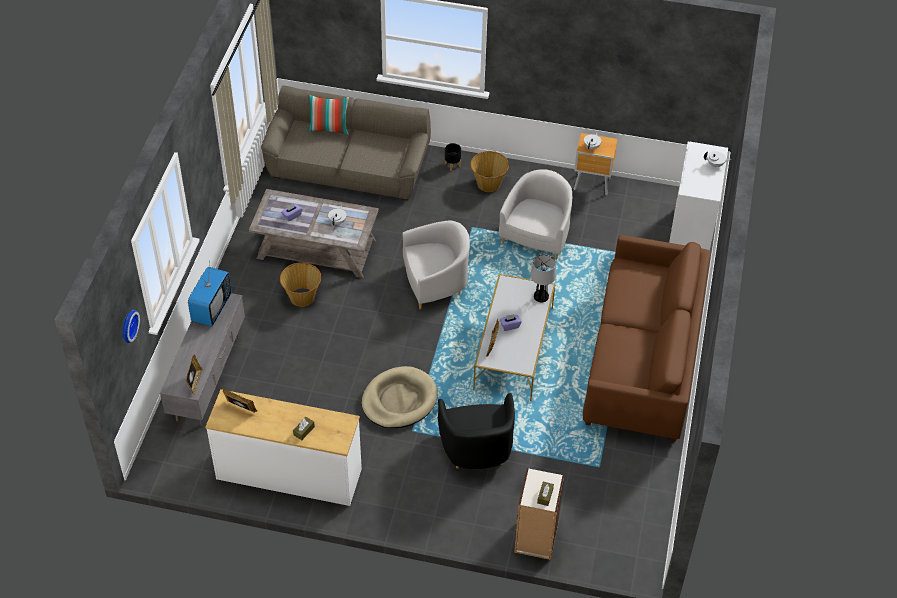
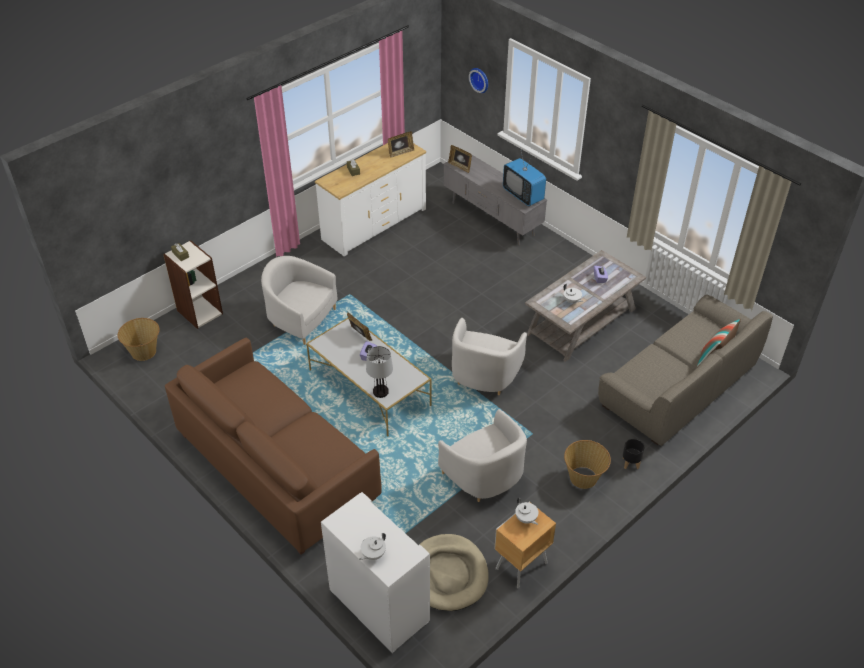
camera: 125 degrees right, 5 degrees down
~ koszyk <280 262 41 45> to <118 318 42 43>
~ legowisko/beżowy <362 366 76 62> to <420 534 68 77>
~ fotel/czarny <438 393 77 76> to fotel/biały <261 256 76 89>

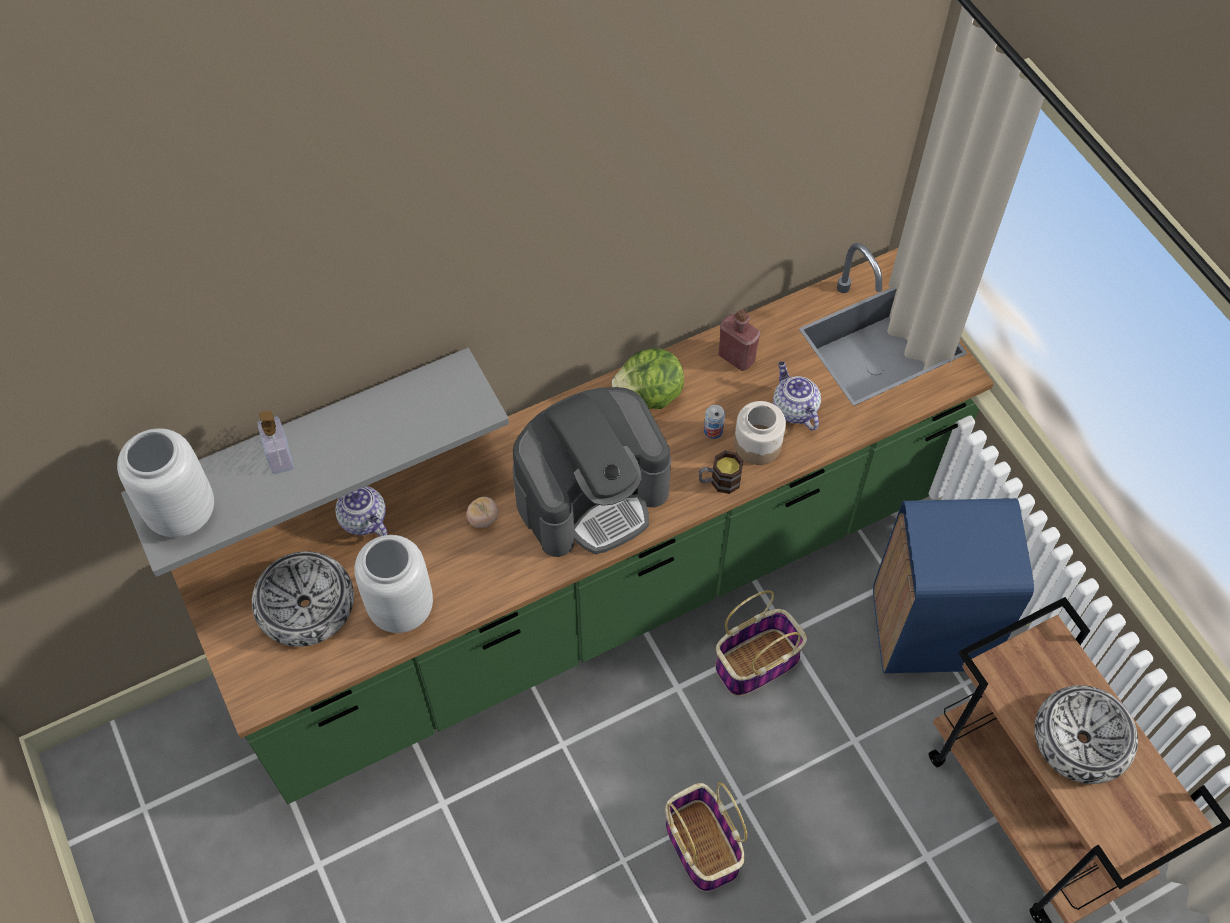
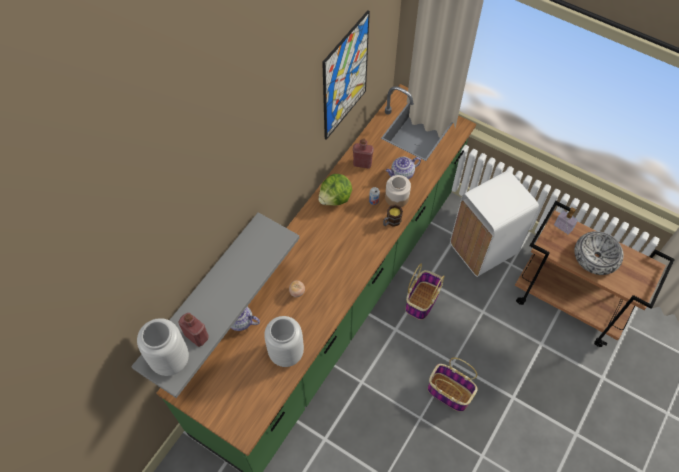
camera: 30 degrees left, 0 degrees up
- miska <252 551 102 96>
- ekspres do kawy <513 387 158 170>
+ butelka/czerwony <179 313 30 34>
+ obraz <322 10 48 130>
~ dozownik mydła <257 411 37 63> to <554 207 24 28>
~ kosz na śmieci/niebieski <873 498 161 175> to kosz na śmieci/biały <450 170 89 107>
~ imbryk <773 361 48 70> = <386 157 35 23> 60 degrees counterclockwise

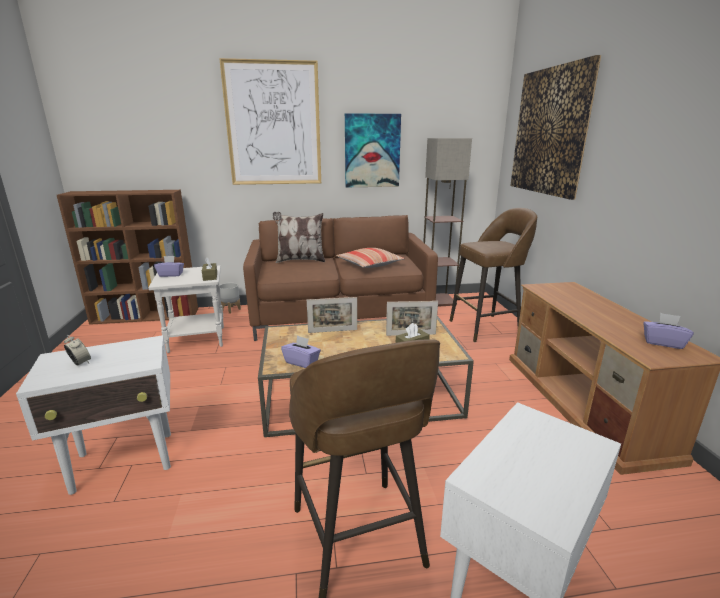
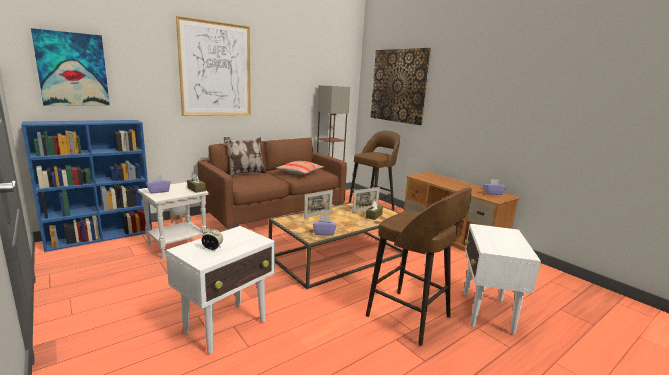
camera: 30 degrees left, 5 degrees down
~ obraz <345 113 56 74> to <31 28 79 78>
~ regał/brązowy <57 190 141 135> to regał/niebieski <21 120 131 132>

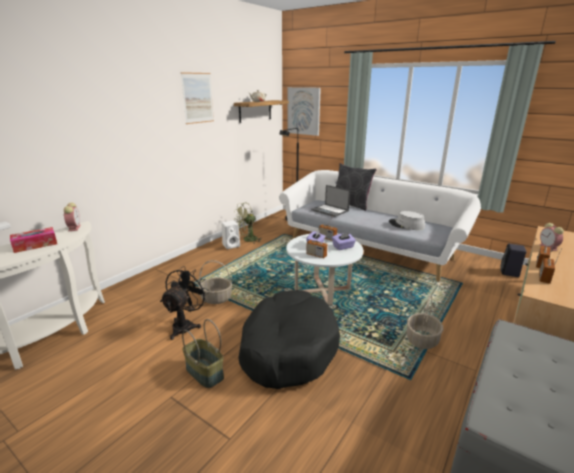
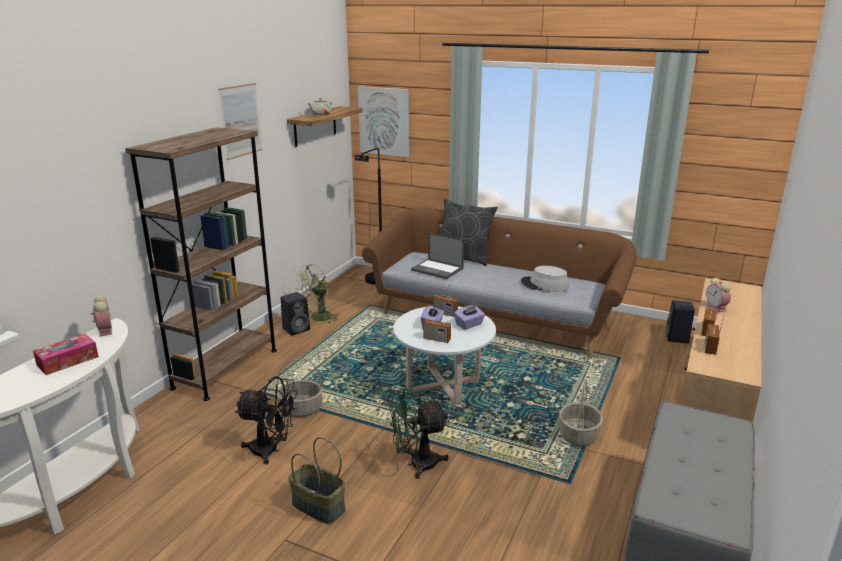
camera: 10 degrees left, 0 degrees up
+ regał/brązowy <125 127 152 274>
~ legowisko/czarny <238 290 102 99> to wentylator/zielony <389 388 60 91>
~ głośnik/biały <221 220 19 29> to głośnik/czarny <281 292 29 43>
~ kanapa/biały <279 170 202 111> to kanapa/brązowy <362 207 275 151>
~ wentylator/czarny <160 266 50 74> = <235 376 63 88> 90 degrees clockwise

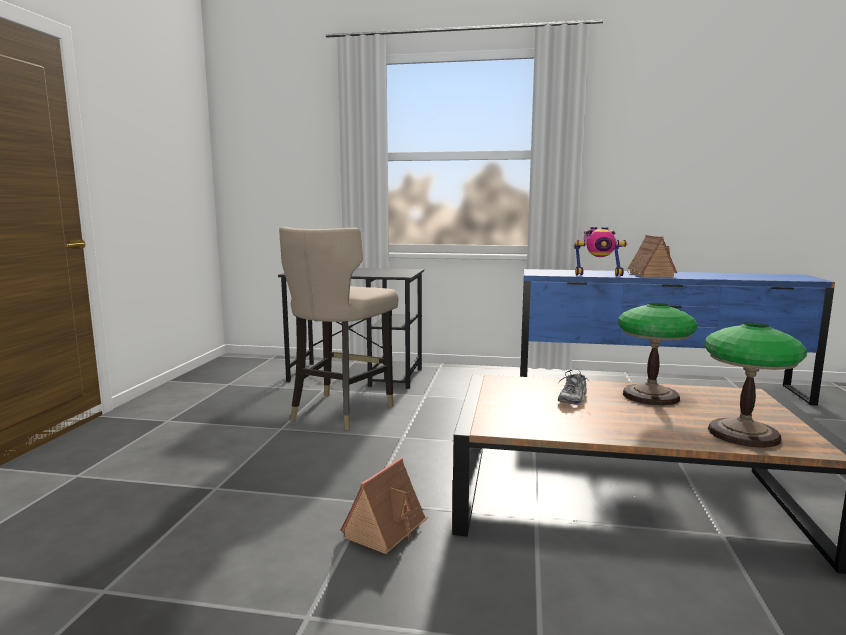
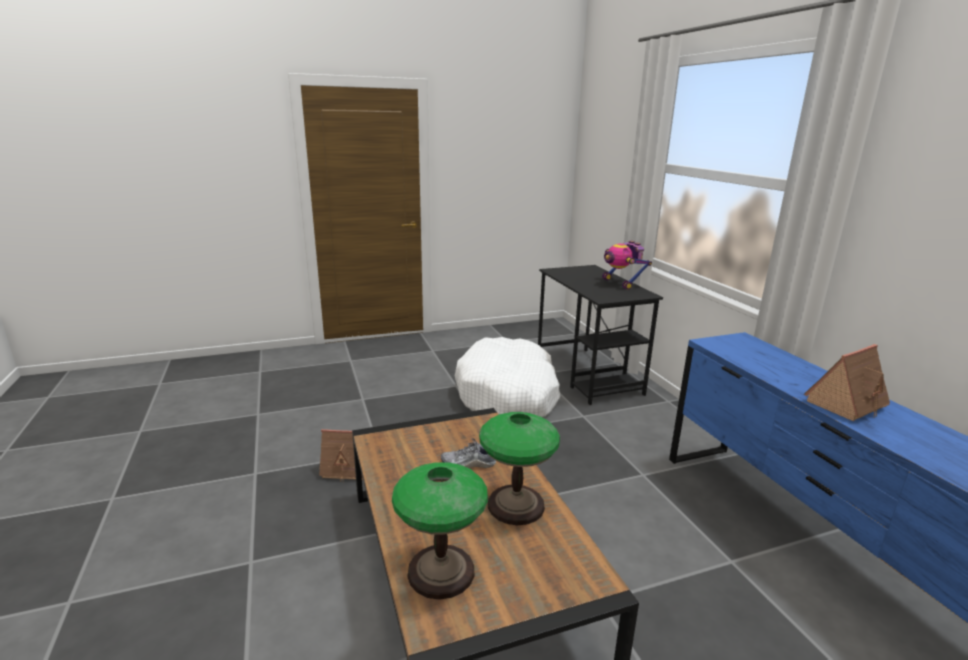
camera: 60 degrees right, 10 degrees up
~ robot zabawkowy <574 227 53 49> to <602 241 50 49>
~ stołek/beżowy <279 226 119 204> to legowisko/biały <455 337 105 80>

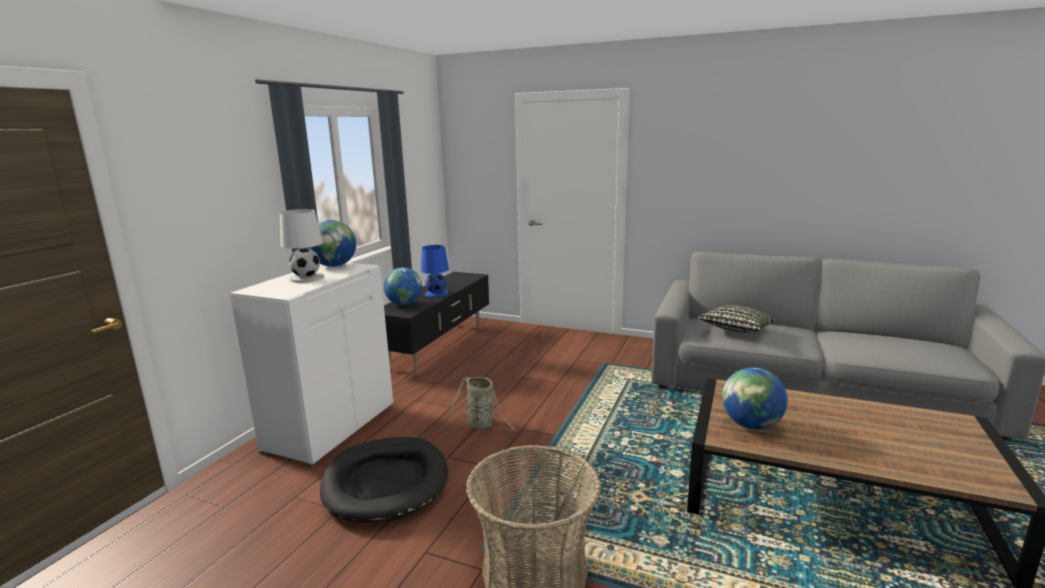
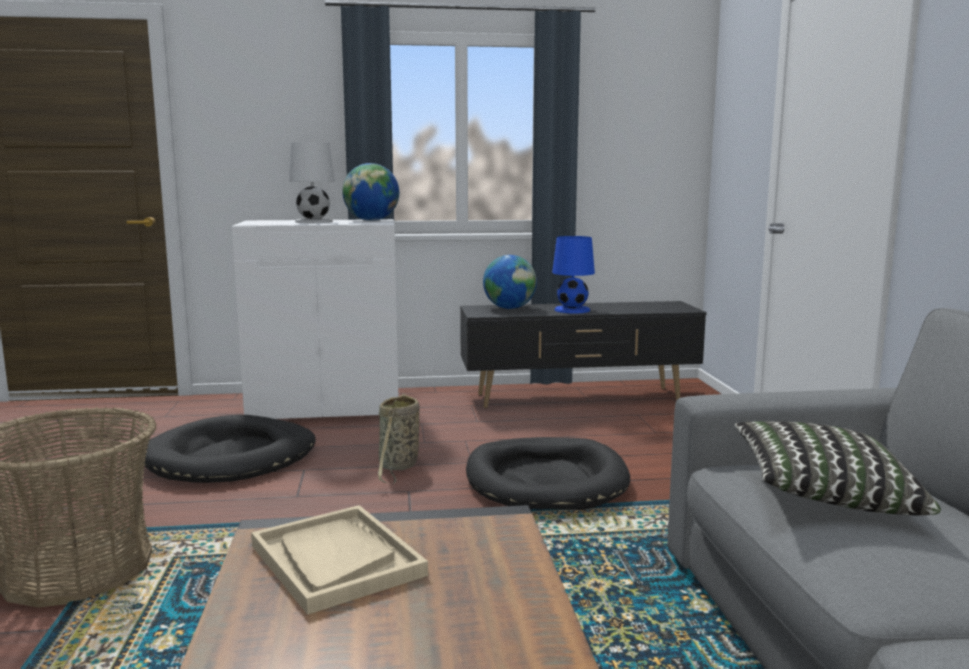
camera: 60 degrees right, 5 degrees down
+ legowisko/czarny <466 437 164 73>
~ globus <722 368 66 62> to taca/beżowy <251 505 177 110>

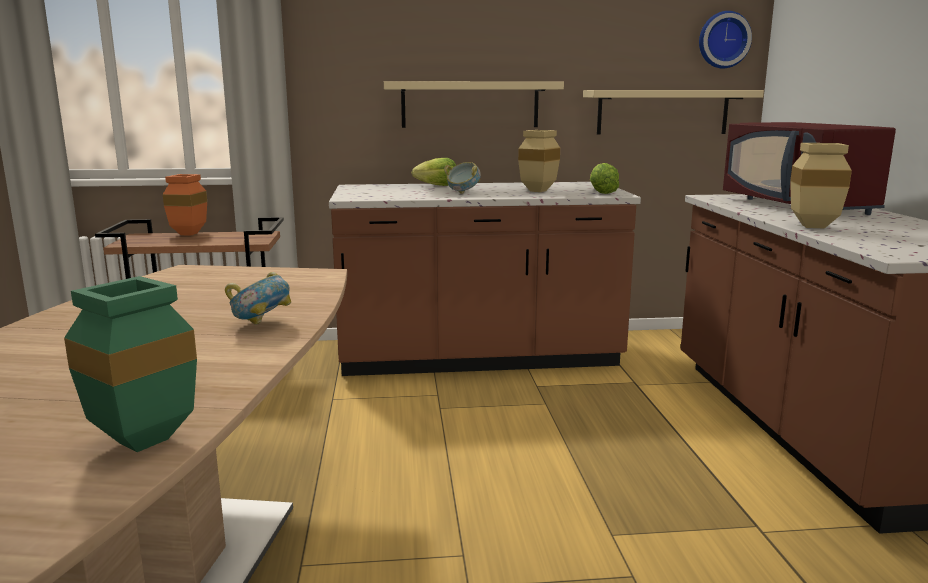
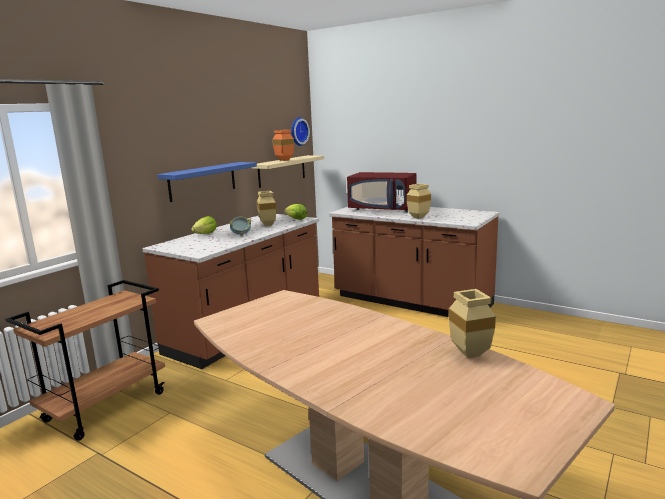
camera: 50 degrees left, 0 degrees up
- miska <225 272 66 53>
~ wazon/pomarańczowy <163 174 44 62> to <272 130 22 31>
~ wazon/zielony <64 276 133 176> to wazon/beżowy <449 289 47 69>
~ półka/beżowy <384 81 180 47> to półka/niebieski <157 162 100 40>

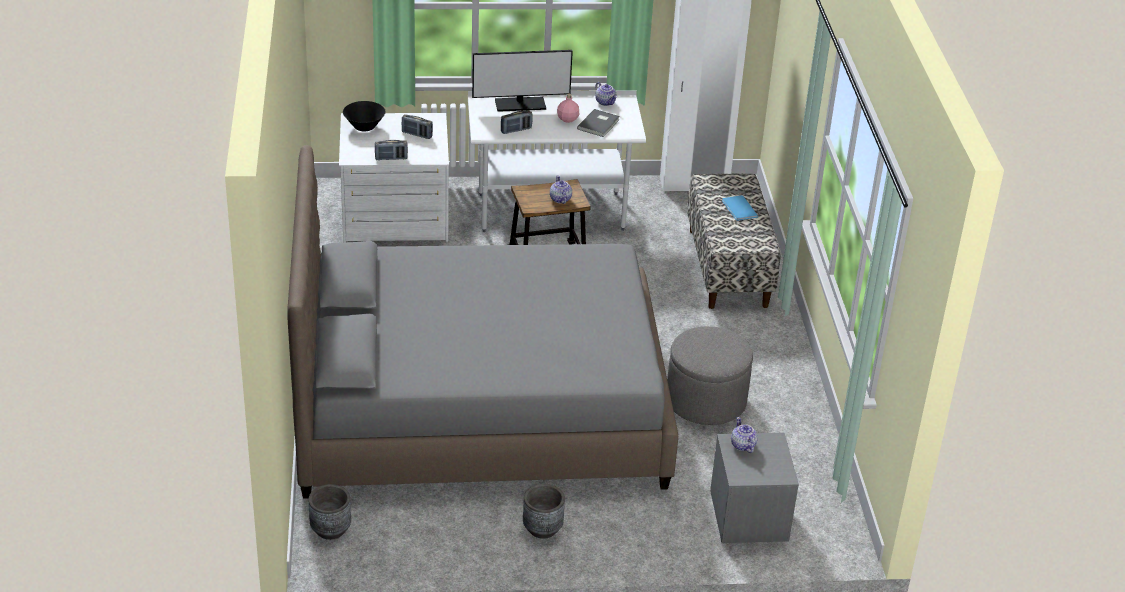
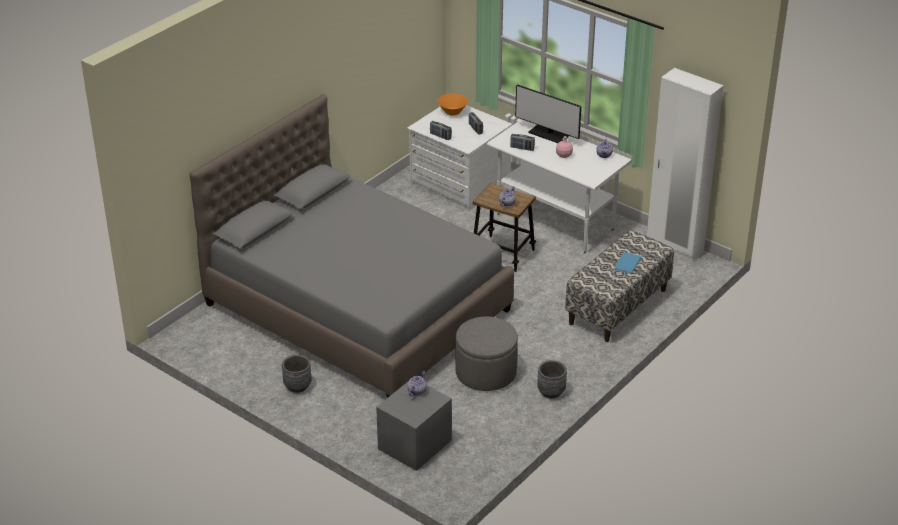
camera: 45 degrees right, 0 degrees up
- książka/szary <577 109 43 28>
~ donica/szary <309 484 42 56> to <537 360 30 39>
~ miska/czarny <343 101 43 30> to miska/pomarańczowy <437 93 31 23>

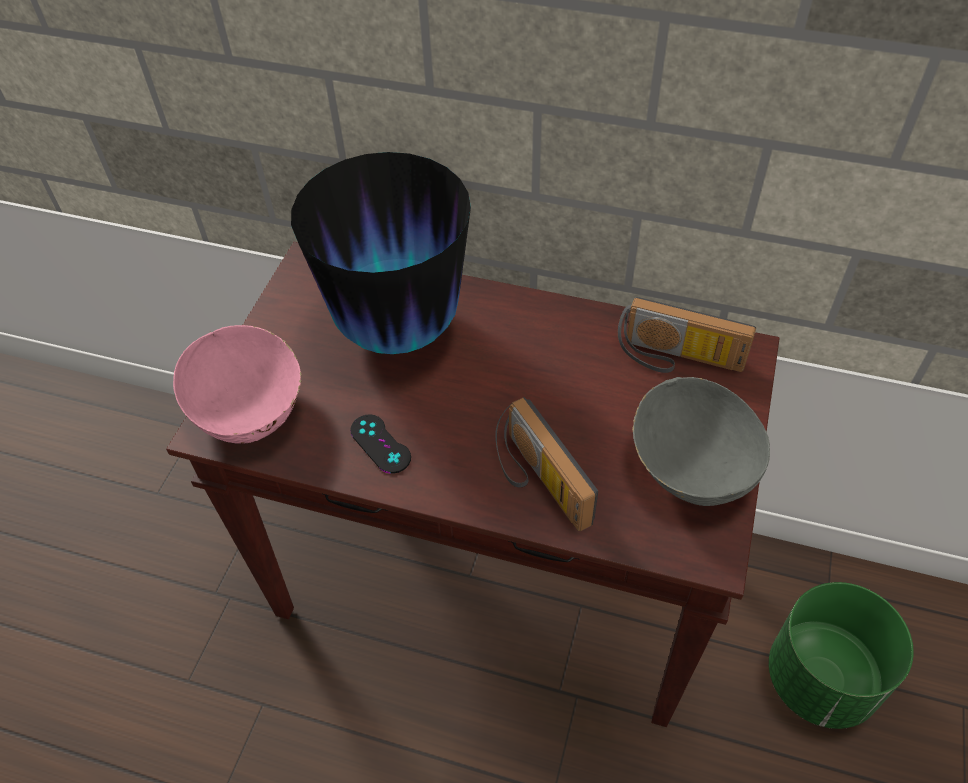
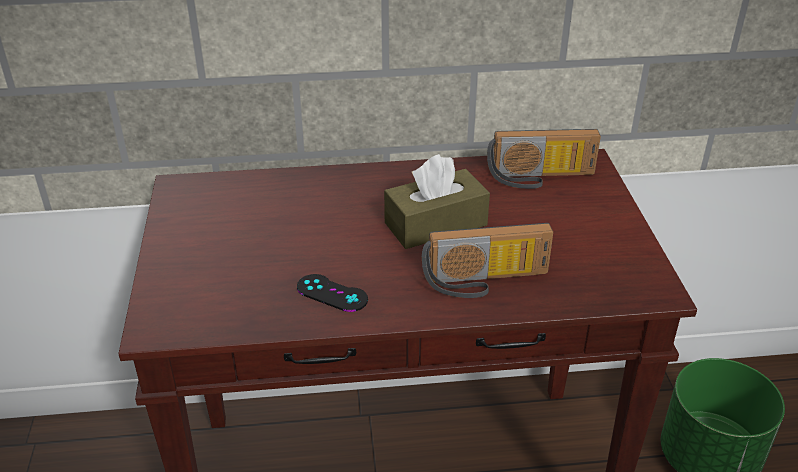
camera: 25 degrees left, 15 degrees down
- miska/różowy <173 325 129 119>
- wazon <291 152 180 202>
- miska/szary <632 377 138 129>
+ pudełko chusteczek/brązowy <384 154 106 95>
~ radio <495 397 103 134> = <422 223 131 75> 45 degrees counterclockwise

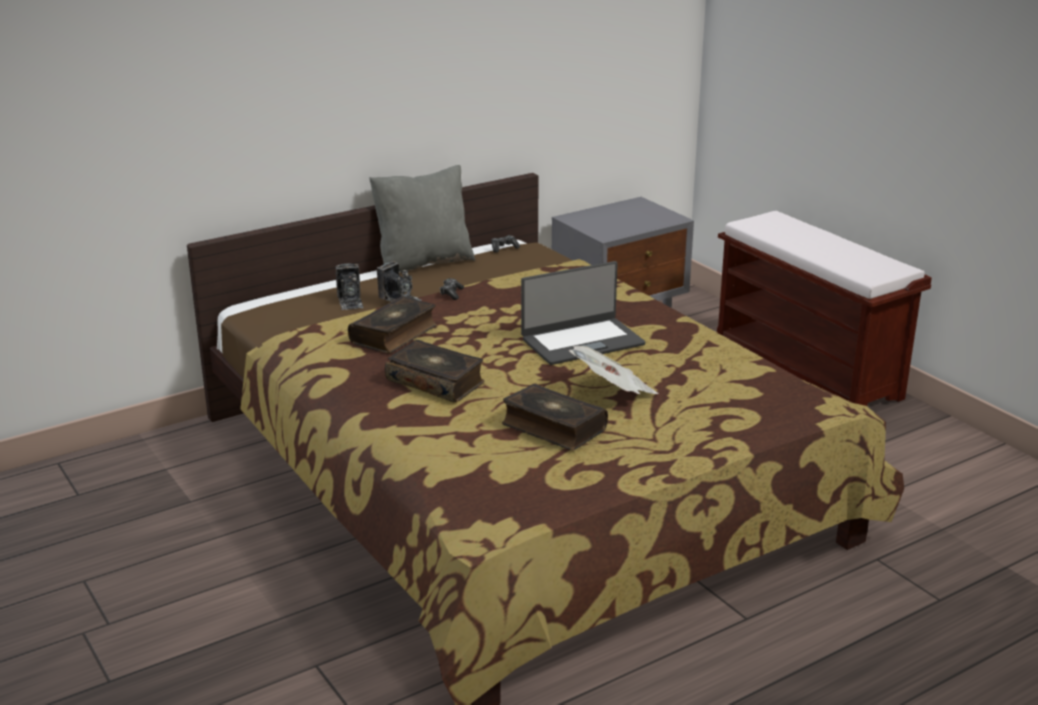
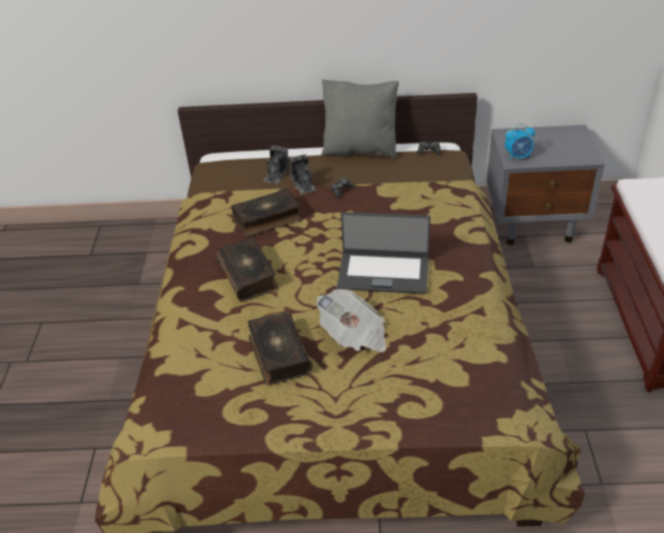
camera: 35 degrees right, 15 degrees up
+ budzik <505 124 30 36>

